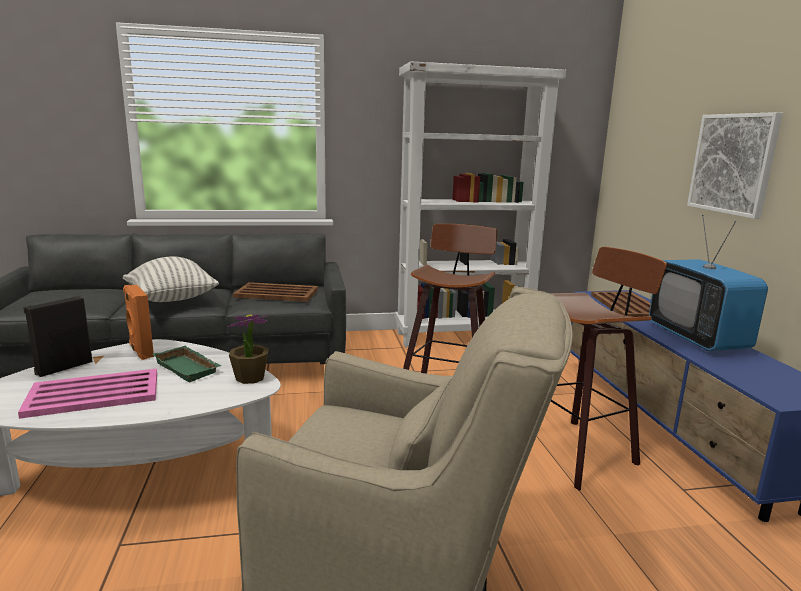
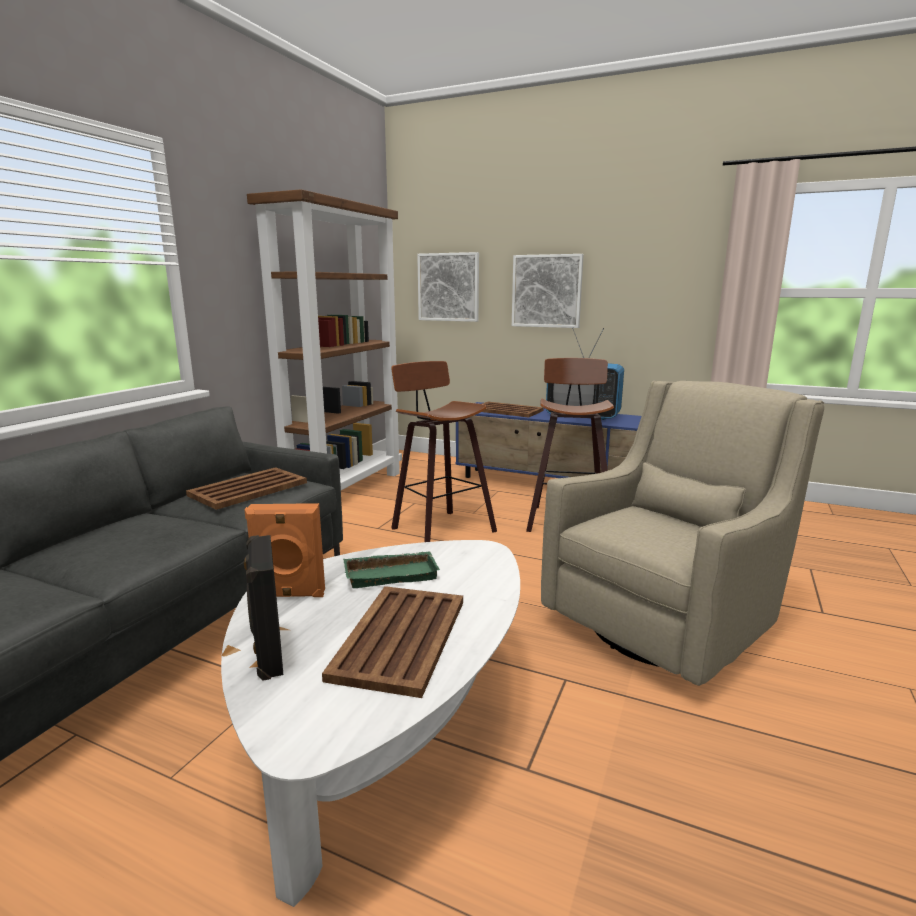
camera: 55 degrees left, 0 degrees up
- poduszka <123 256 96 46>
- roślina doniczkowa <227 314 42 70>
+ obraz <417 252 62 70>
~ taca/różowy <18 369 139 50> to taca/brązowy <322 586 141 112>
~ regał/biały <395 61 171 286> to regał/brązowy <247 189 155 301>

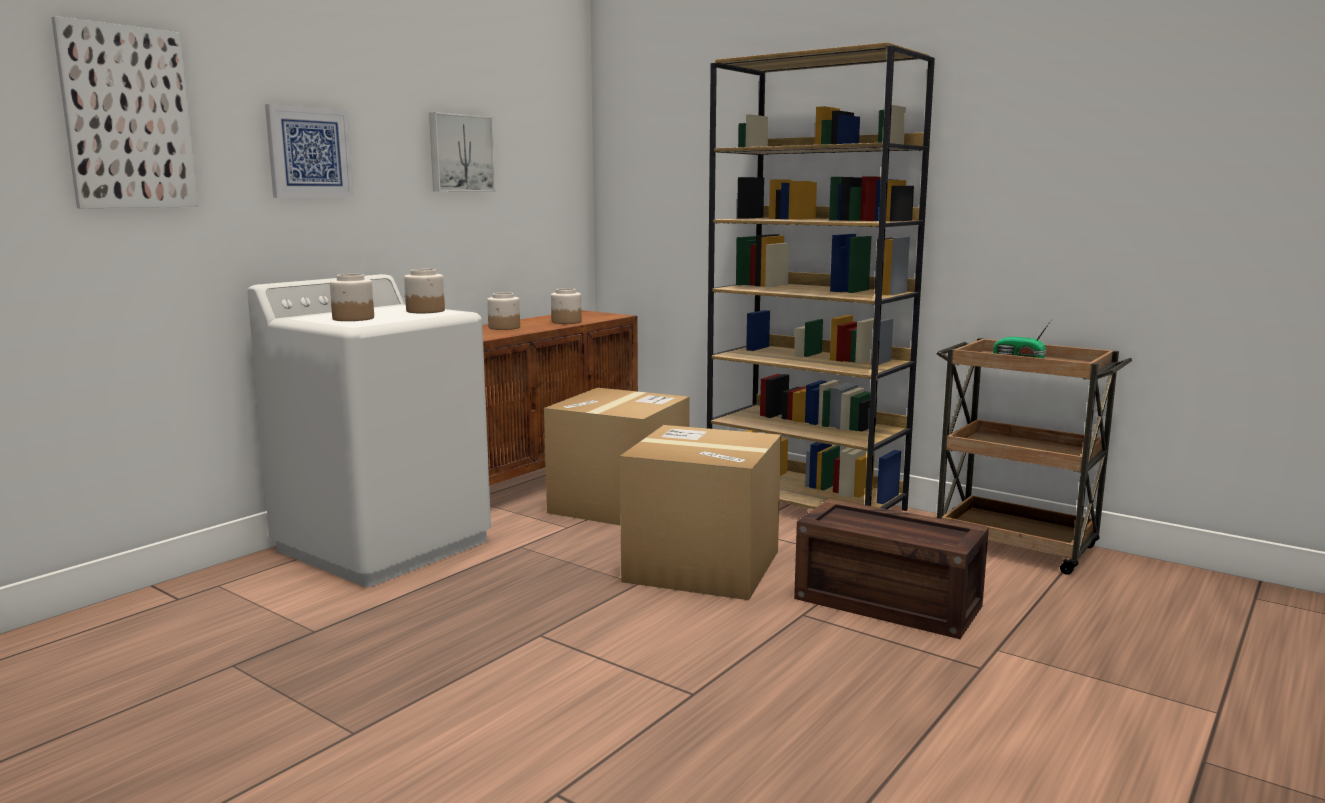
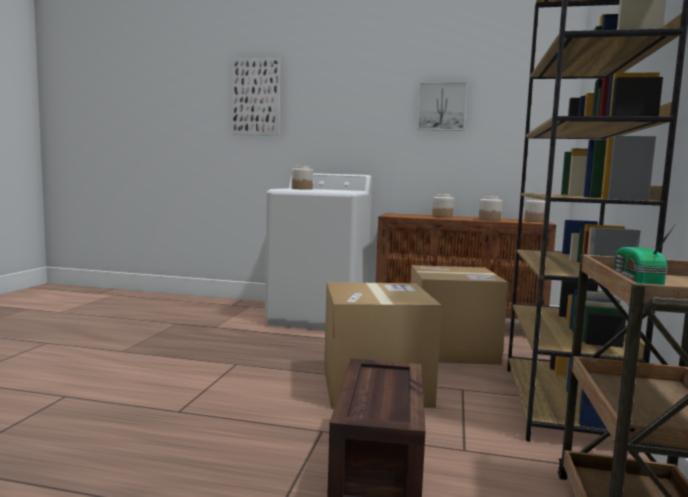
camera: 65 degrees right, 5 degrees down
- obraz <265 104 89 94>
~ słoik <404 269 41 44> to <524 198 21 24>

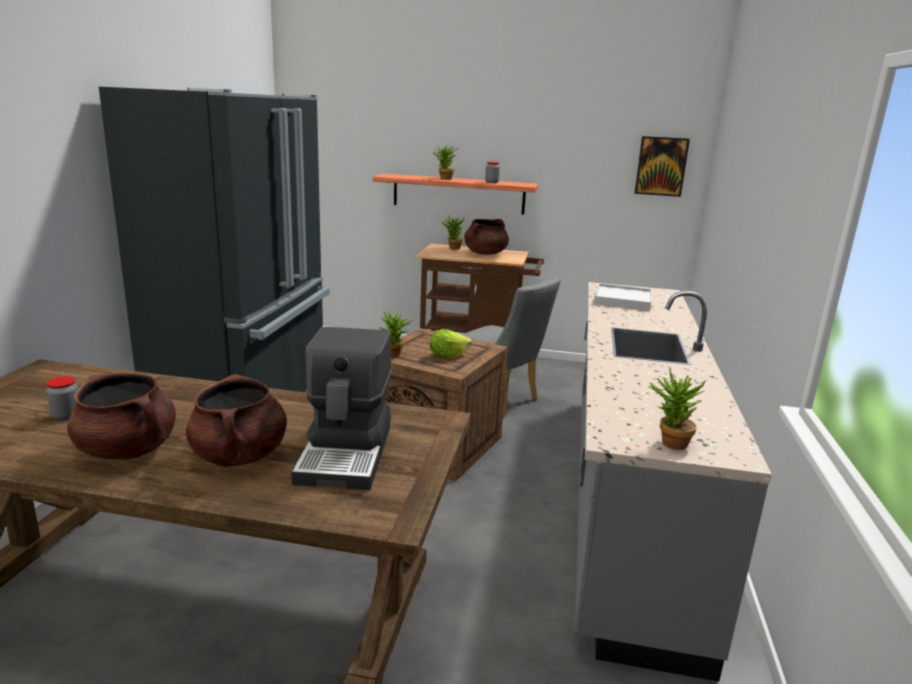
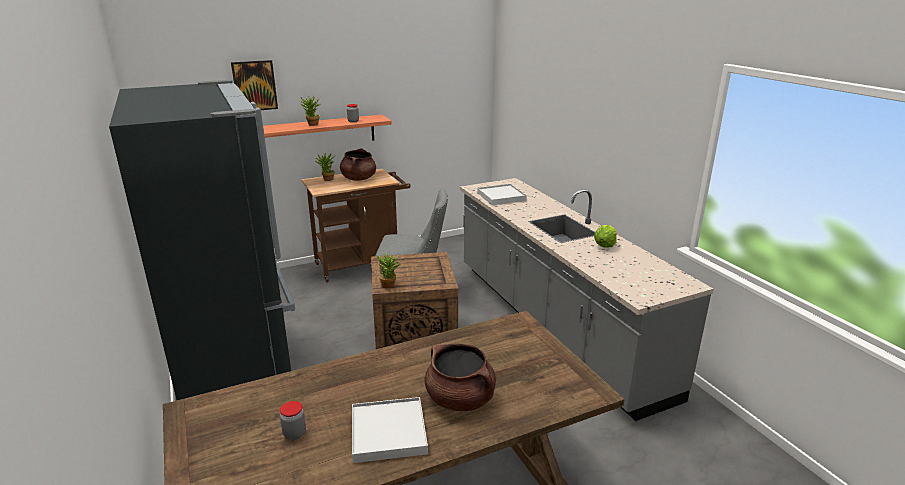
camera: 35 degrees left, 5 degrees up
- ekspres do kawy <291 327 101 163>
- roślina doniczkowa <648 367 60 83>
~ sałata <430 329 42 29> to <594 225 23 23>
~ obraz <635 136 55 61> to <231 60 47 50>
~ garnek/brązowy <67 373 109 86> to taca/biały <352 397 76 66>

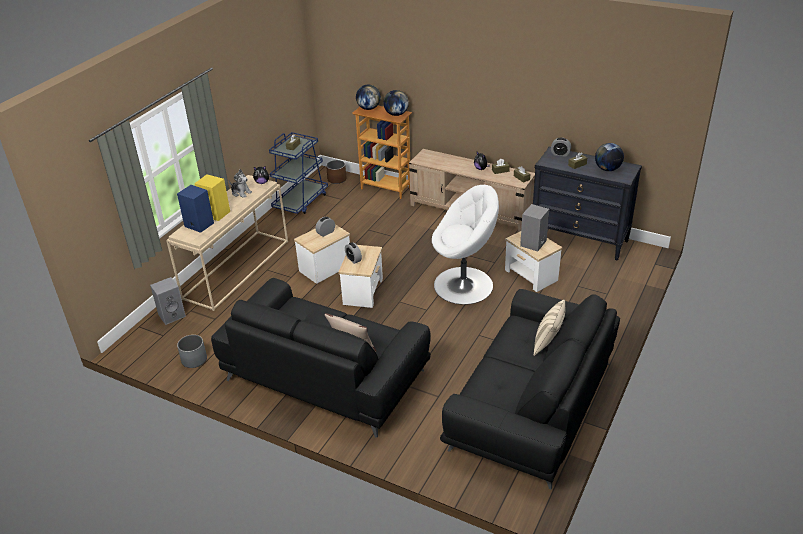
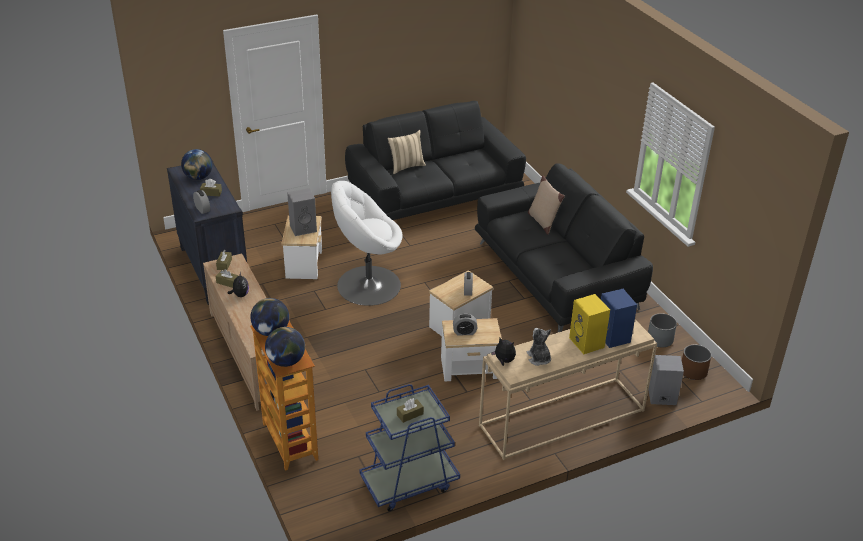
camera: 145 degrees left, 0 degrees up
~ donica/brązowy <326 160 20 24> to <682 345 29 35>
~ fotel/biały <432 185 67 120> = <331 181 72 125> 45 degrees counterclockwise

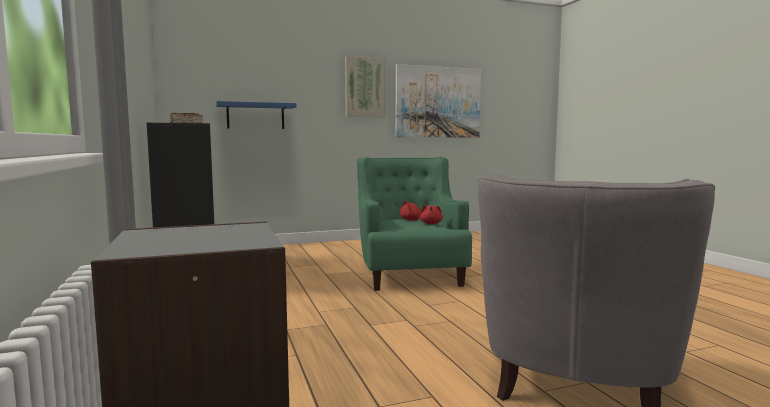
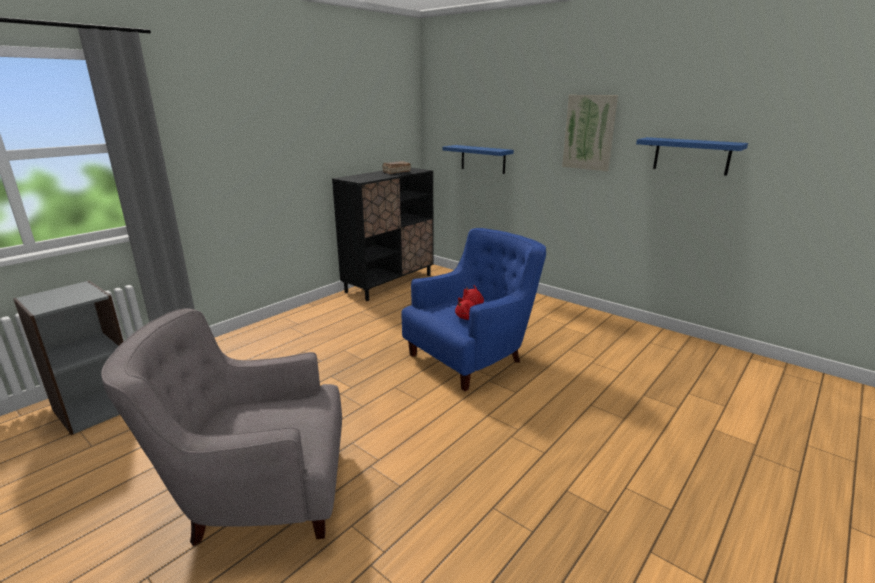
camera: 60 degrees right, 15 degrees up
~ obraz <396 64 85 74> to półka/niebieski <636 137 112 39>
~ fotel/zielony <357 157 115 134> to fotel/niebieski <401 228 145 163>

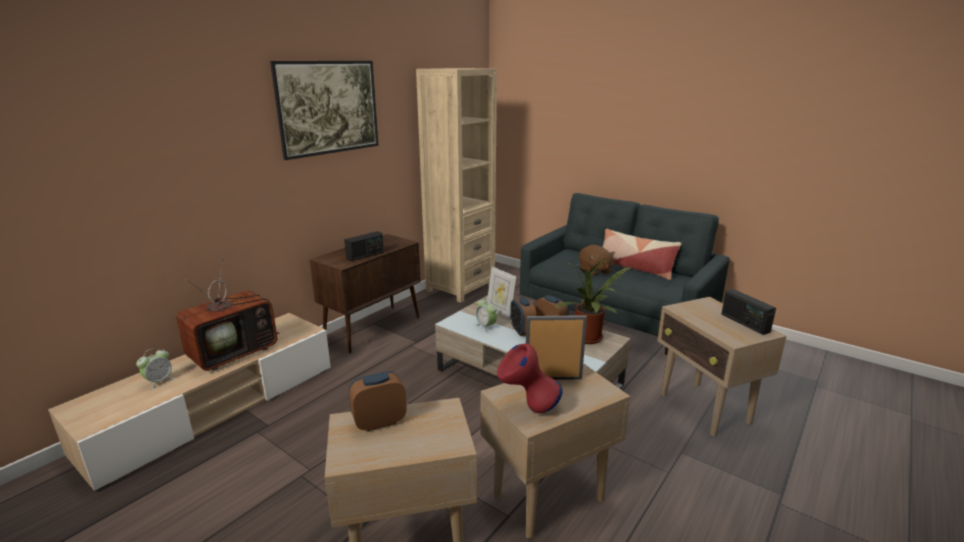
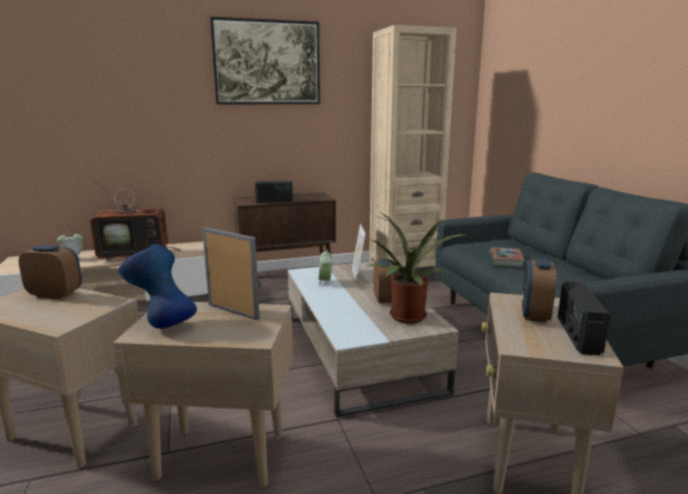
camera: 35 degrees right, 5 degrees down
- poduszka <603 229 78 51>
~ budzik <510 297 26 39> to <522 258 35 65>
~ pluszak/brązowy <579 245 36 31> to książka <489 247 36 20>
~ wazon/czerwony <497 343 65 70> to wazon/niebieski <118 244 79 85>

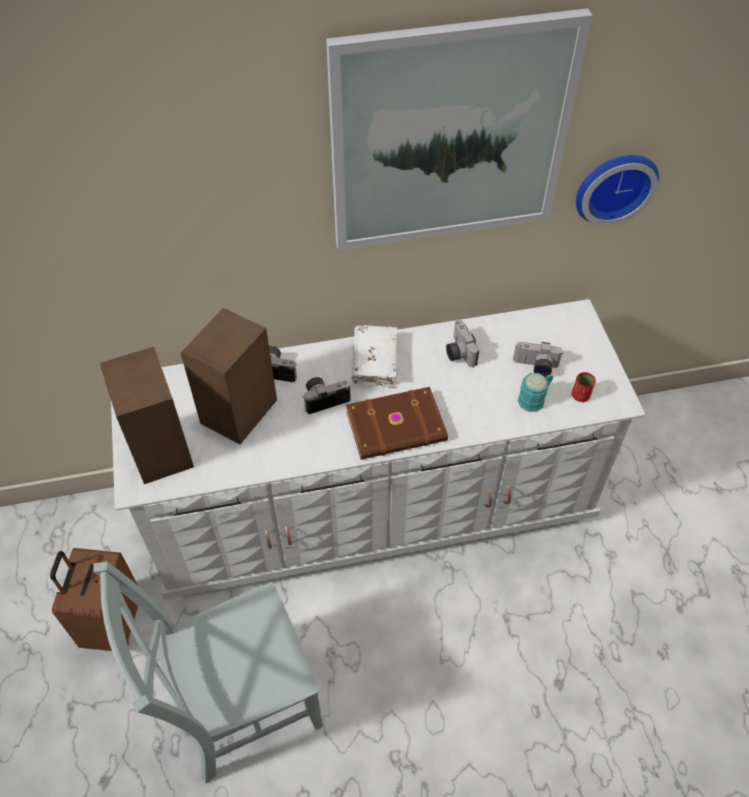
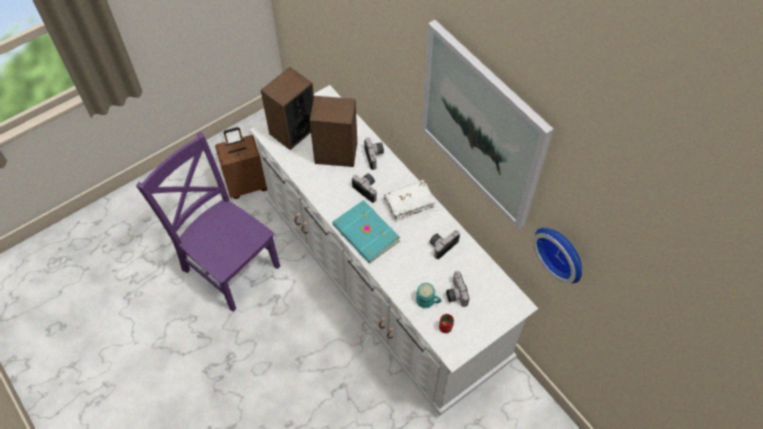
camera: 65 degrees right, 5 degrees up
~ krzesło/szary <93 561 230 223> to krzesło/fioletowy <136 132 144 180>
~ książka/brązowy <346 387 102 73> to książka/turkusowy <332 200 68 63>

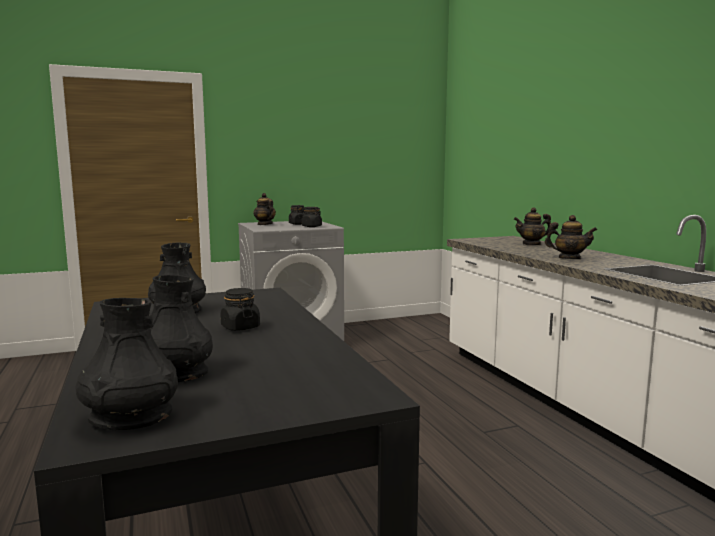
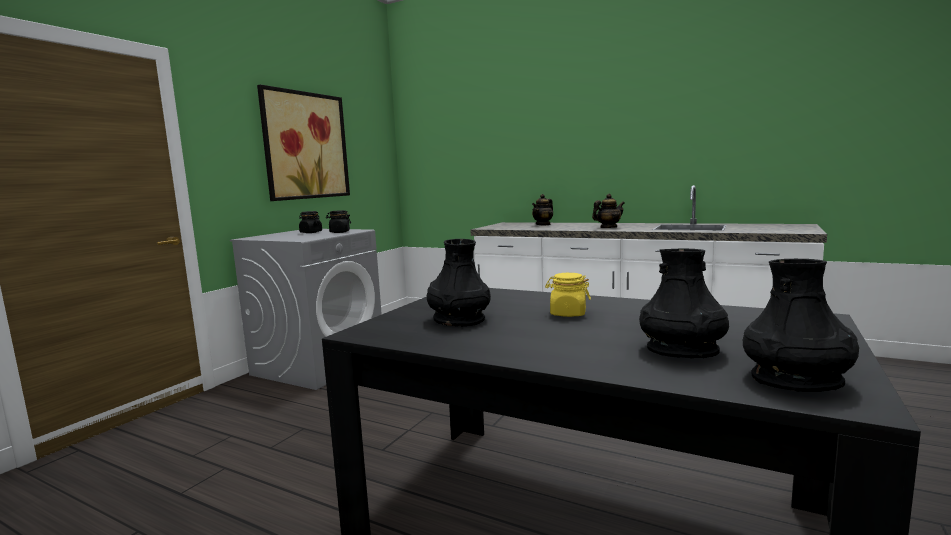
camera: 40 degrees left, 0 degrees up
- imbryk <253 193 23 32>
+ obraz <257 84 93 117>
~ słoik/czarny <221 288 39 43> to słoik/żółty <545 273 46 44>

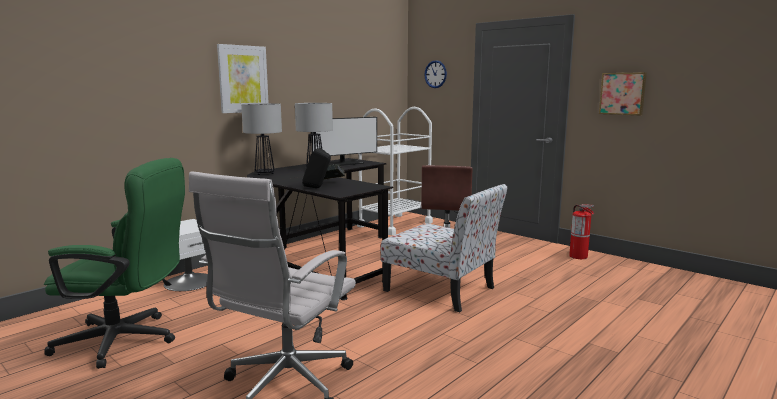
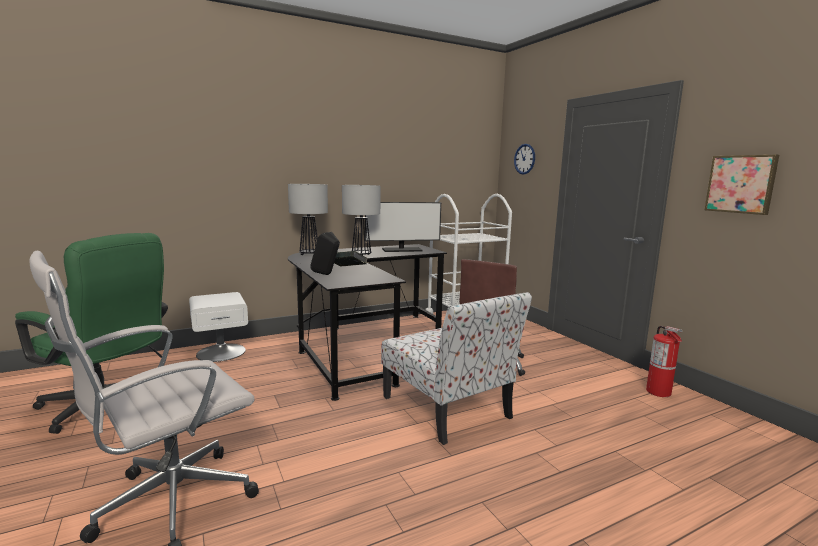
camera: 20 degrees right, 0 degrees up
- obraz <217 44 52 69>

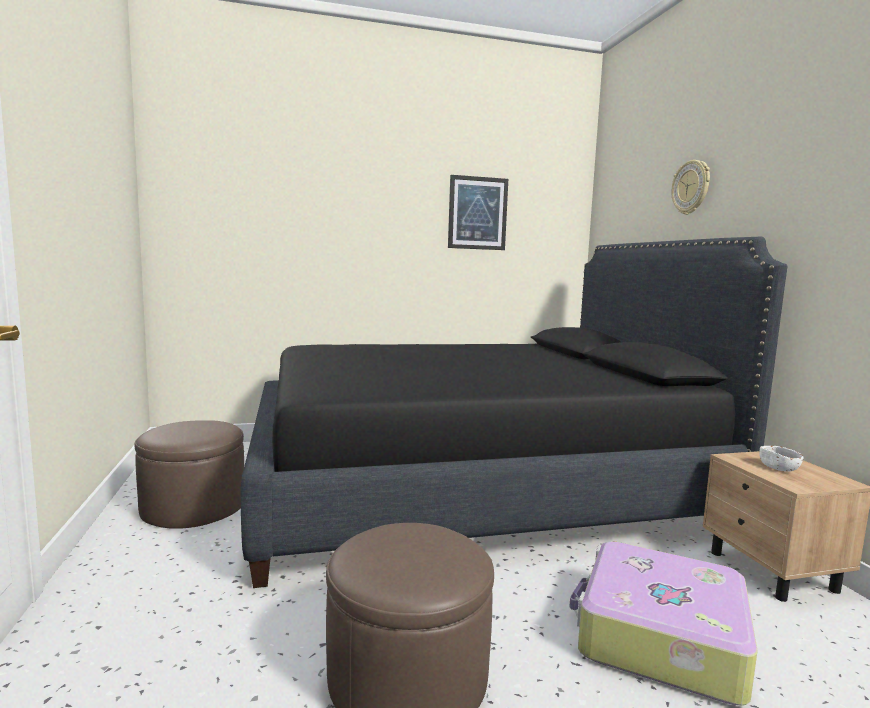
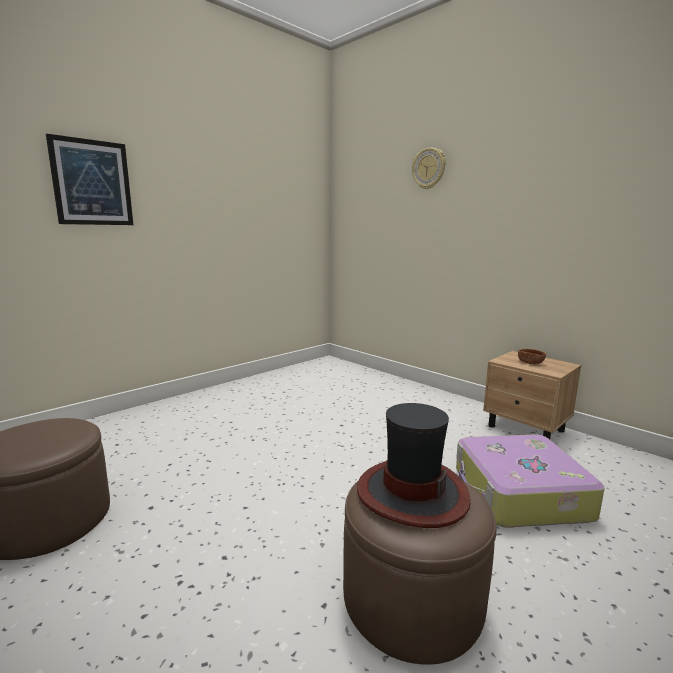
camera: 30 degrees left, 5 degrees up
- łóżko/czarny <241 237 546 351>
+ kapelusz <357 403 114 125>
~ obraz <448 175 60 75> to <46 134 87 91>
~ miska/biały <759 446 45 26> to miska/brązowy <518 349 28 15>

